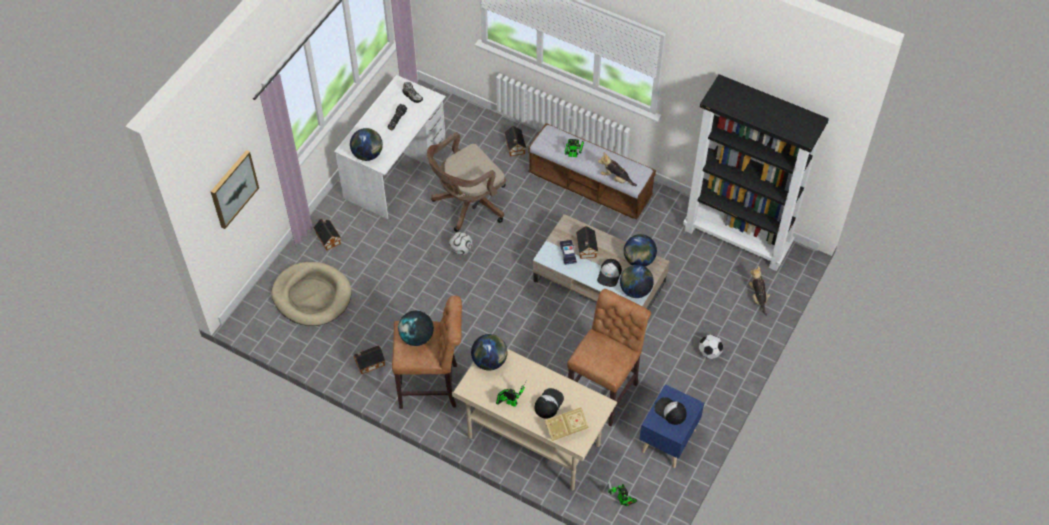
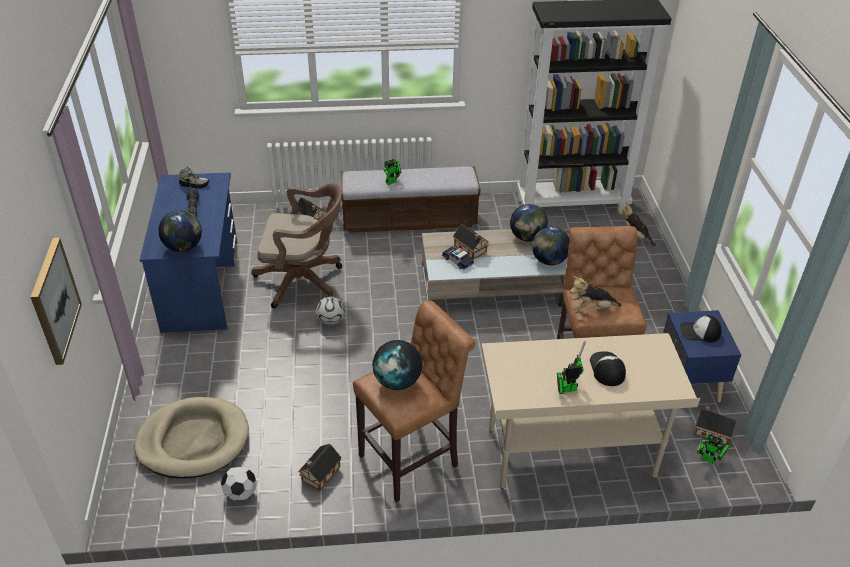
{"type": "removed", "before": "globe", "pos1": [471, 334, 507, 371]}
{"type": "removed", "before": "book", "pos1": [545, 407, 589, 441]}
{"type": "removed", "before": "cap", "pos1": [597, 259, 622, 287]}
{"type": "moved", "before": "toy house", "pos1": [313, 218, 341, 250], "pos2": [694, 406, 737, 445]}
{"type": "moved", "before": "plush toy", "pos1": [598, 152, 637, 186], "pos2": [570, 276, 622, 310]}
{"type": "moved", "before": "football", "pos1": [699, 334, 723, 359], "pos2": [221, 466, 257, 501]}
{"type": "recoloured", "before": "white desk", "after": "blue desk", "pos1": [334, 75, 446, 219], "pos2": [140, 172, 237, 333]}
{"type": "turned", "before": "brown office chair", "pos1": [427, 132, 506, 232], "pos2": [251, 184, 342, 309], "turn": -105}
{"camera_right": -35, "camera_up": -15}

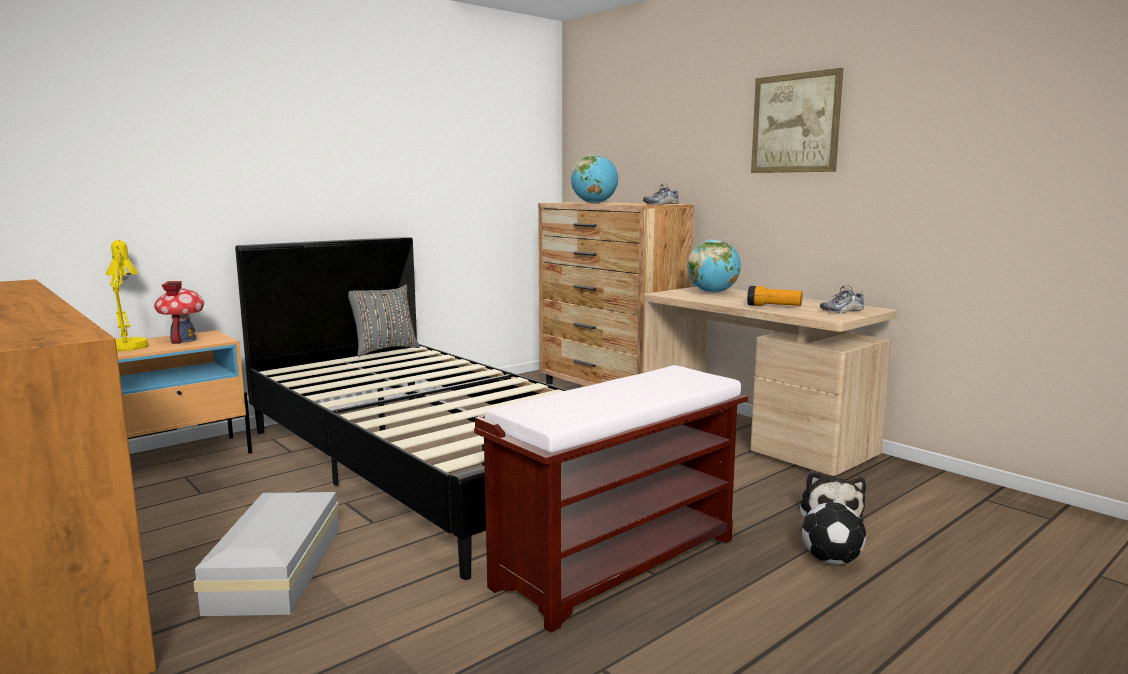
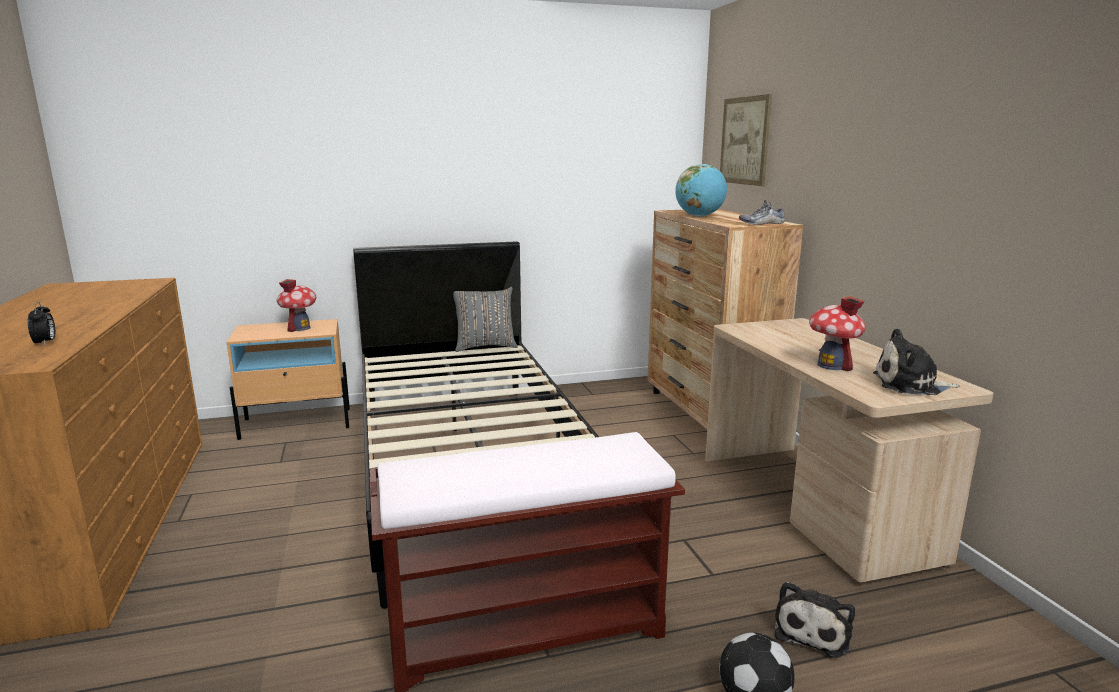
{"type": "removed", "before": "yellow table lamp", "pos1": [106, 240, 149, 352]}
{"type": "removed", "before": "white storage box", "pos1": [194, 492, 339, 616]}
{"type": "removed", "before": "globe", "pos1": [687, 239, 741, 293]}
{"type": "added", "after": "alarm clock", "pos2": [28, 302, 55, 346]}
{"type": "moved", "before": "picture", "pos1": [751, 68, 843, 173], "pos2": [720, 94, 772, 186]}
{"type": "replaced", "before": "flashlight", "after": "toy house", "pos1": [747, 286, 803, 306], "pos2": [809, 296, 865, 371]}
{"type": "replaced", "before": "shoe", "after": "plush toy", "pos1": [820, 285, 864, 313], "pos2": [873, 329, 960, 395]}
{"camera_right": 25, "camera_up": 5}

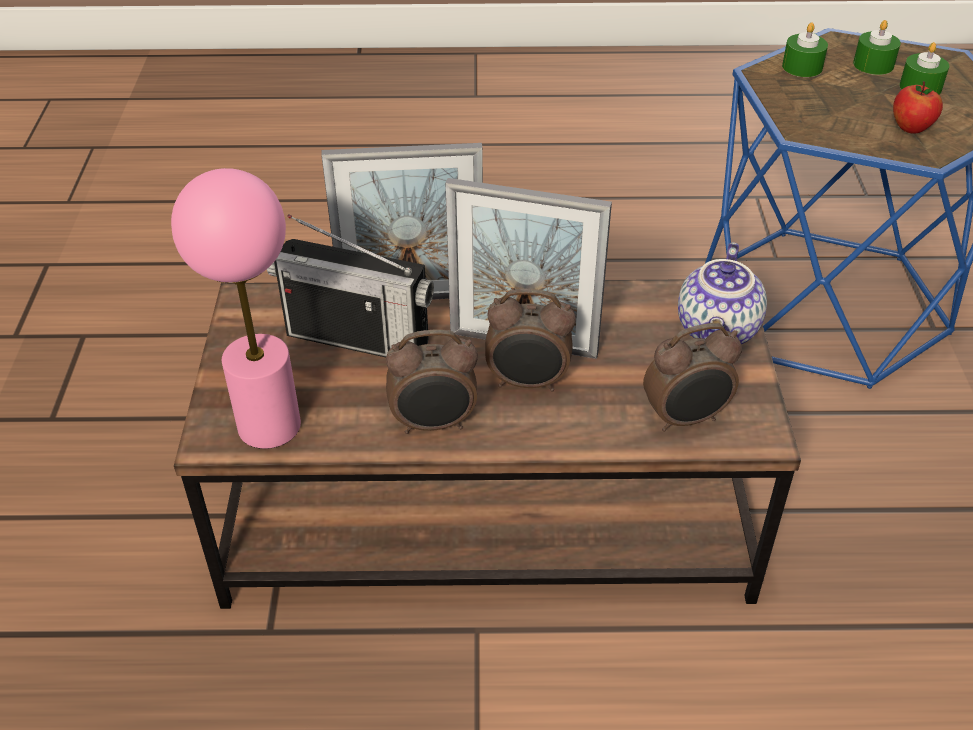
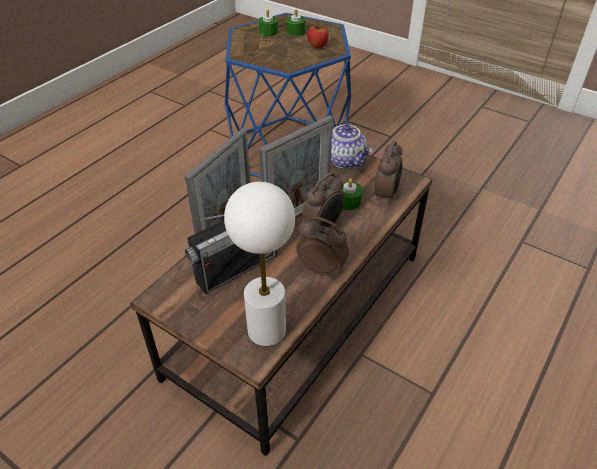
{"type": "moved", "before": "green candle", "pos1": [782, 22, 828, 77], "pos2": [340, 178, 363, 211]}
{"type": "recoloured", "before": "pink table lamp", "after": "white table lamp", "pos1": [171, 168, 301, 449], "pos2": [224, 182, 295, 346]}
{"type": "turned", "before": "alarm clock", "pos1": [386, 329, 478, 434], "pos2": [297, 216, 349, 279], "turn": -90}
{"camera_right": -55, "camera_up": 0}

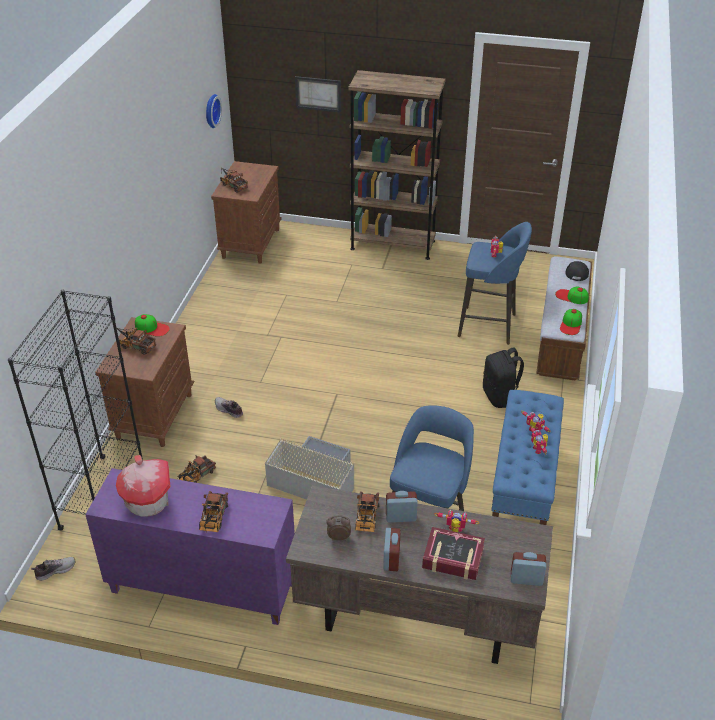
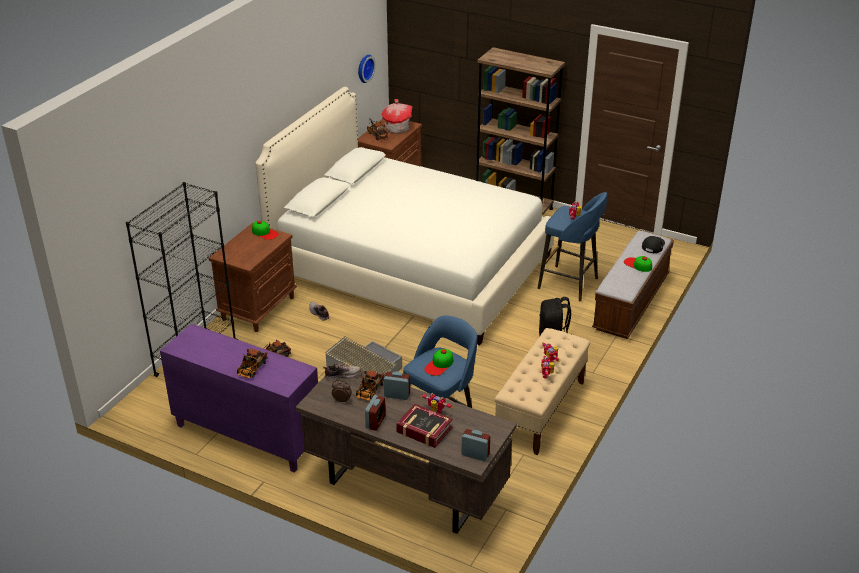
{"type": "removed", "before": "toy truck", "pos1": [117, 327, 156, 354]}
{"type": "removed", "before": "picture", "pos1": [295, 76, 341, 113]}
{"type": "added", "after": "white bed", "pos2": [256, 87, 554, 345]}
{"type": "moved", "before": "shoe", "pos1": [31, 557, 75, 581], "pos2": [323, 363, 361, 381]}
{"type": "moved", "before": "toy house", "pos1": [116, 455, 171, 517], "pos2": [382, 99, 412, 134]}
{"type": "moved", "before": "cap", "pos1": [560, 309, 582, 335], "pos2": [424, 349, 453, 376]}
{"type": "recoloured", "before": "blue bench", "after": "beige bench", "pos1": [491, 390, 564, 525], "pos2": [495, 328, 590, 455]}
{"camera_right": 15, "camera_up": -5}

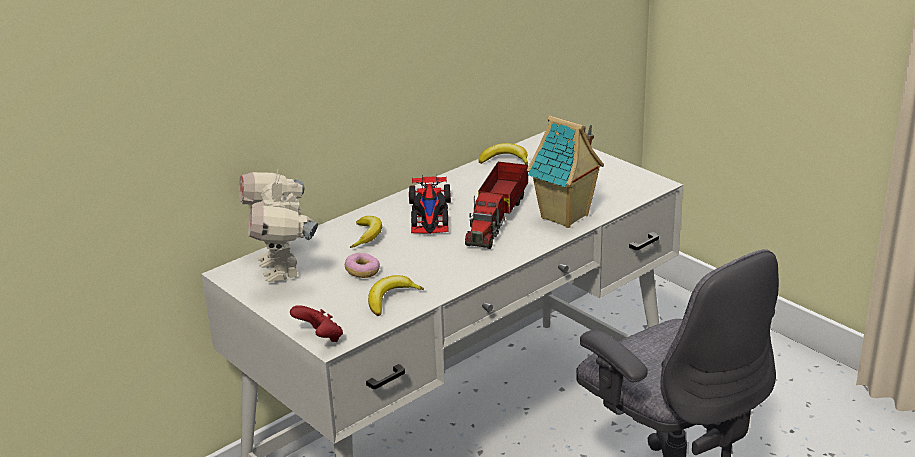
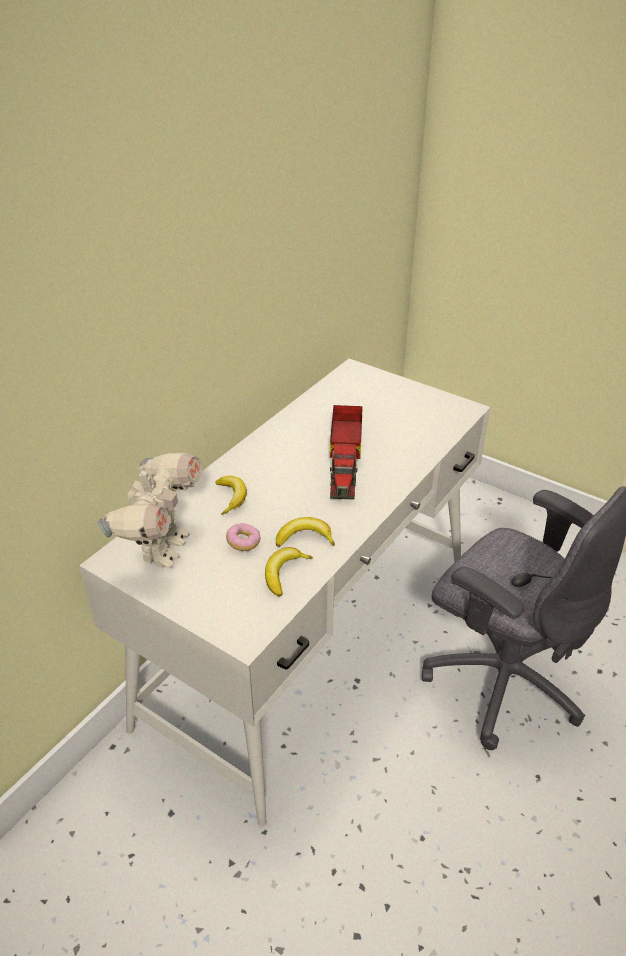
{"type": "removed", "before": "red game controller", "pos1": [290, 305, 343, 342]}
{"type": "removed", "before": "toy car", "pos1": [409, 176, 451, 234]}
{"type": "removed", "before": "toy house", "pos1": [527, 115, 604, 228]}
{"type": "moved", "before": "banana", "pos1": [479, 143, 528, 165], "pos2": [276, 517, 335, 547]}
{"type": "turned", "before": "toy robot", "pos1": [239, 170, 318, 282], "pos2": [97, 453, 202, 568], "turn": -135}
{"camera_right": -15, "camera_up": 10}

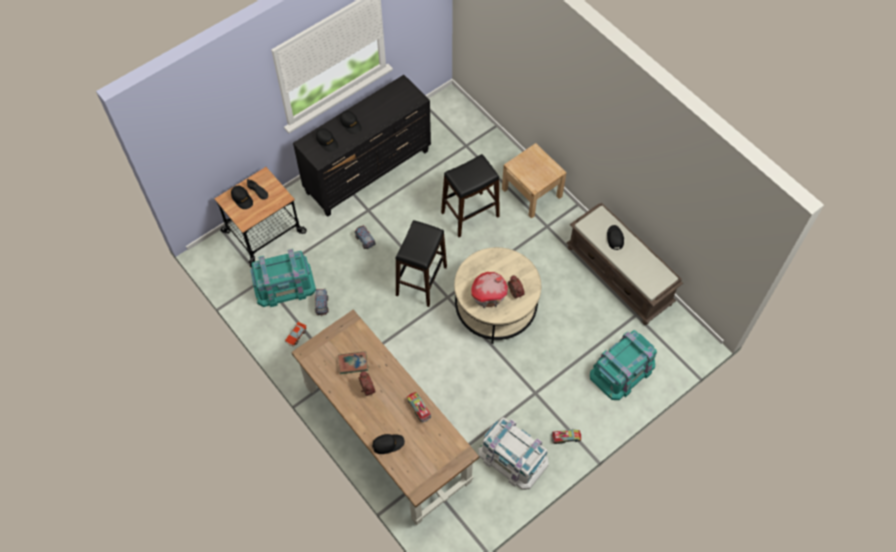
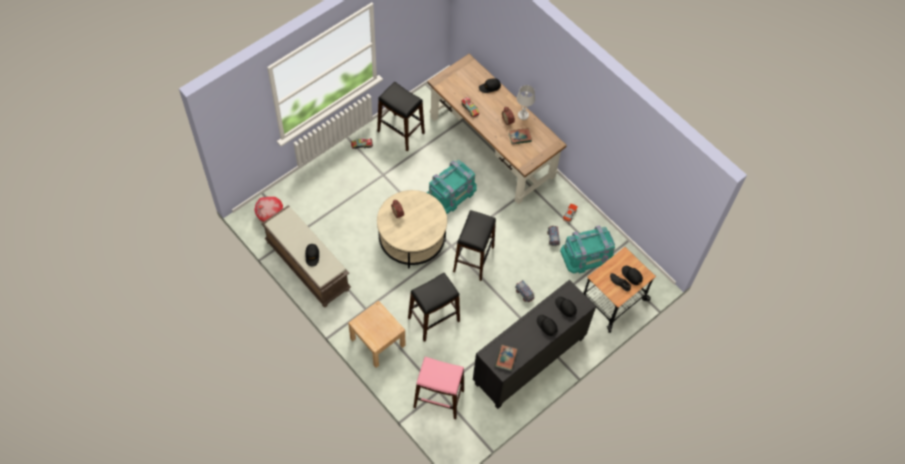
{"type": "added", "after": "pink stool", "pos2": [413, 357, 464, 419]}
{"type": "added", "after": "book", "pos2": [495, 345, 518, 371]}
{"type": "added", "after": "white table lamp", "pos2": [517, 85, 535, 120]}
{"type": "moved", "before": "toy house", "pos1": [471, 272, 508, 308], "pos2": [254, 197, 283, 223]}
{"type": "moved", "before": "turquoise storage box", "pos1": [590, 330, 657, 400], "pos2": [427, 160, 477, 214]}
{"type": "replaced", "before": "white storage box", "after": "black stool", "pos1": [478, 417, 549, 490], "pos2": [377, 82, 425, 152]}
{"camera_right": 175, "camera_up": 0}

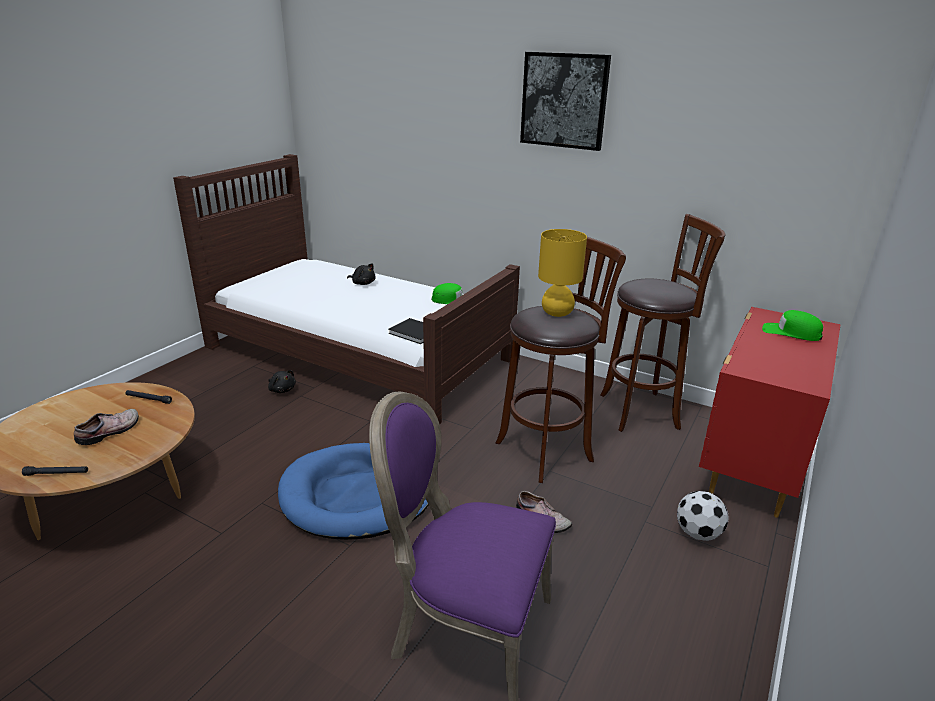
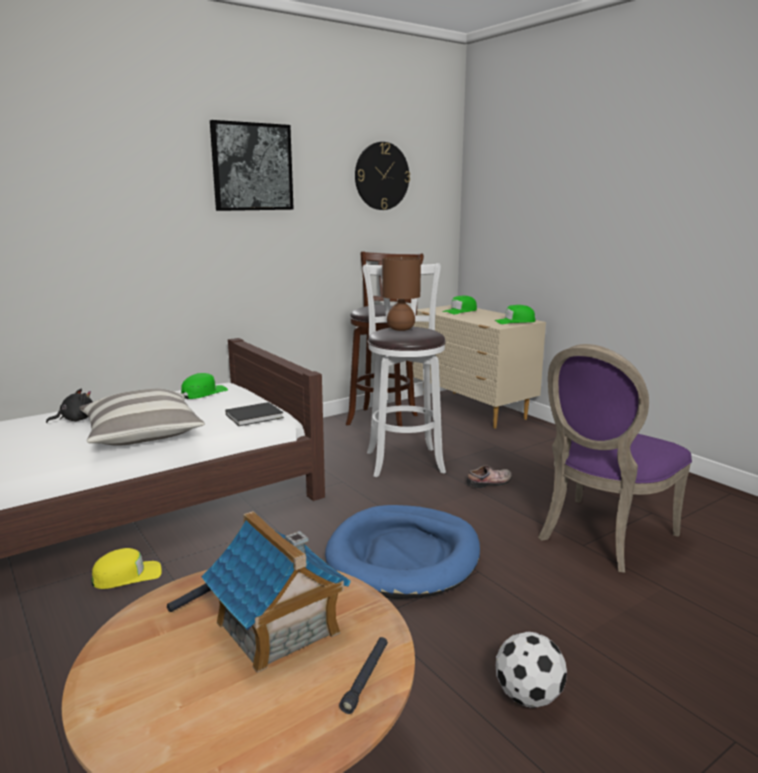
{"type": "added", "after": "pillow", "pos2": [79, 388, 205, 446]}
{"type": "added", "after": "wall clock", "pos2": [355, 142, 410, 210]}
{"type": "added", "after": "green cap", "pos2": [494, 305, 536, 324]}
{"type": "moved", "before": "football", "pos1": [677, 491, 729, 541], "pos2": [496, 632, 567, 708]}
{"type": "replaced", "before": "shoe", "after": "toy house", "pos1": [74, 409, 139, 445], "pos2": [201, 511, 351, 673]}
{"type": "replaced", "before": "black plush toy", "after": "yellow cap", "pos1": [268, 370, 296, 393], "pos2": [92, 548, 162, 589]}
{"type": "recoloured", "before": "brown stool", "after": "white stool", "pos1": [495, 237, 626, 483], "pos2": [363, 263, 446, 477]}
{"type": "recoloured", "before": "yellow table lamp", "after": "brown table lamp", "pos1": [538, 229, 587, 317], "pos2": [382, 256, 421, 331]}
{"type": "recoloured", "before": "red dresser", "after": "beige dresser", "pos1": [699, 307, 841, 518], "pos2": [413, 305, 546, 428]}
{"camera_right": -65, "camera_up": -10}

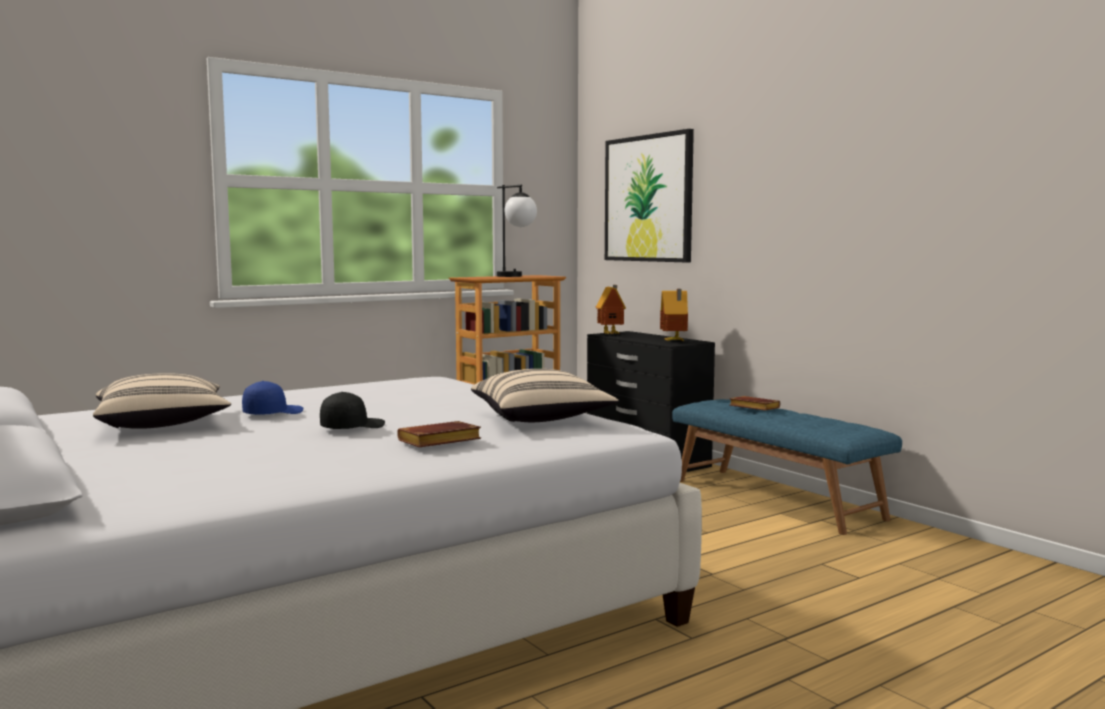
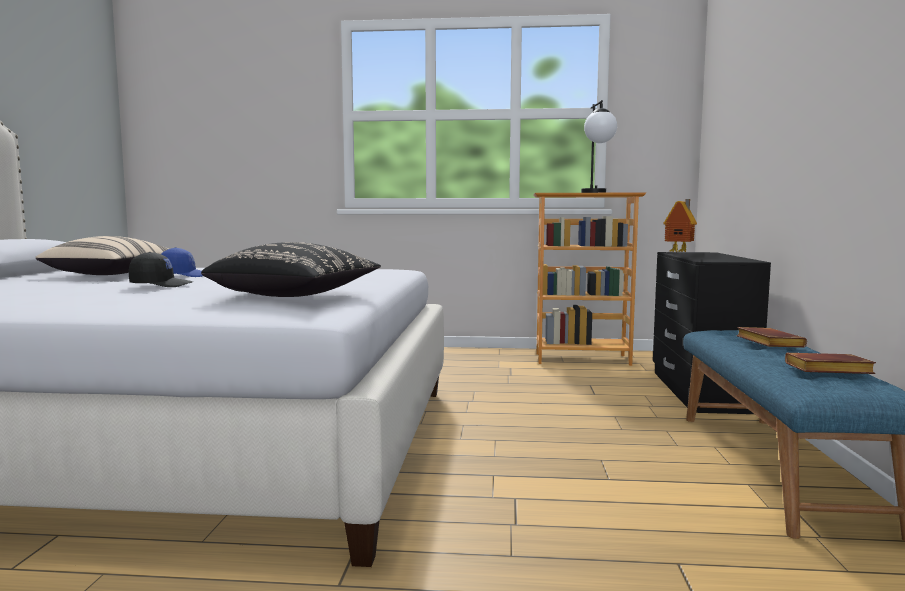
{"type": "removed", "before": "picture", "pos1": [605, 129, 694, 262]}
{"type": "removed", "before": "toy house", "pos1": [660, 289, 688, 342]}
{"type": "moved", "before": "brown book", "pos1": [397, 421, 481, 447], "pos2": [785, 352, 876, 374]}
{"type": "recoloured", "before": "beige pillow", "after": "black pillow", "pos1": [471, 369, 619, 422], "pos2": [201, 242, 381, 297]}
{"camera_right": 40, "camera_up": 0}

